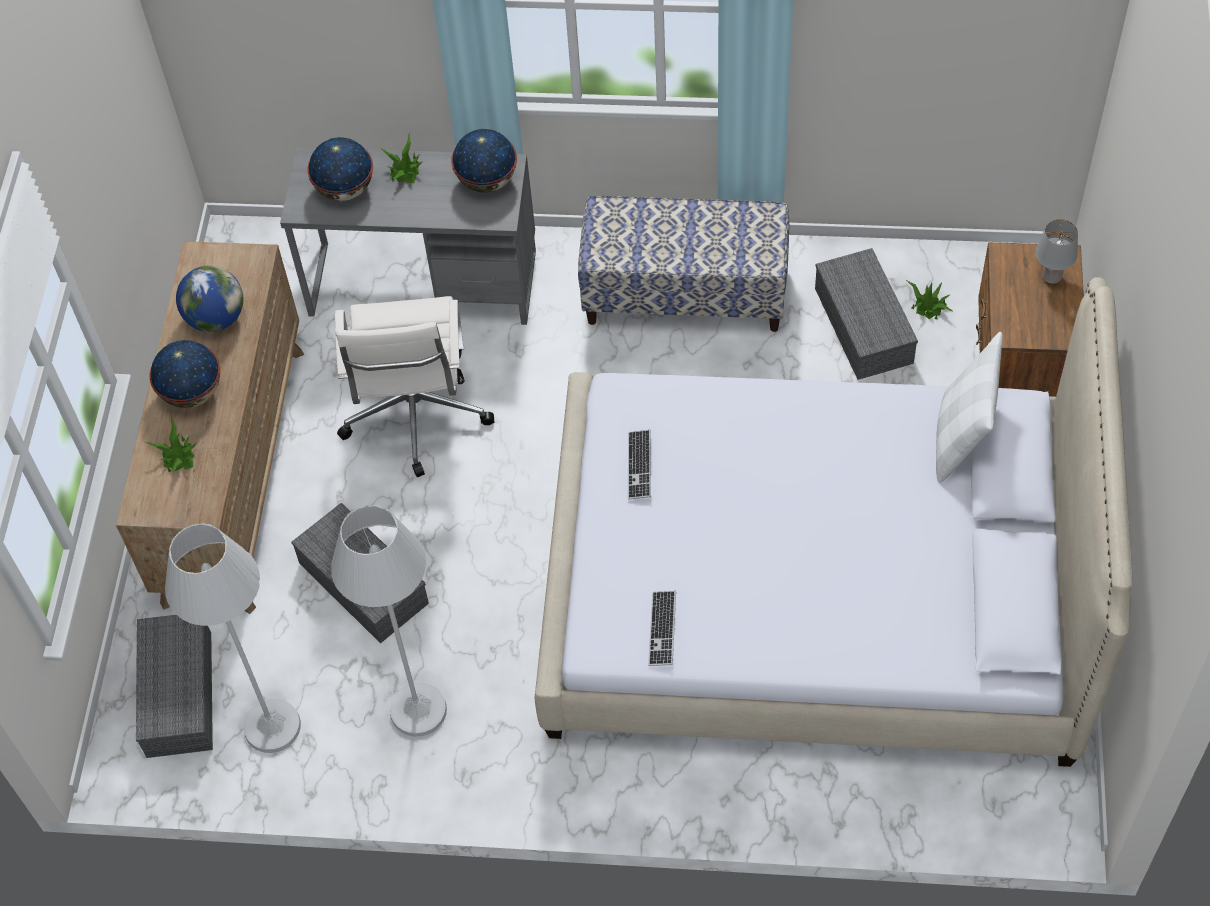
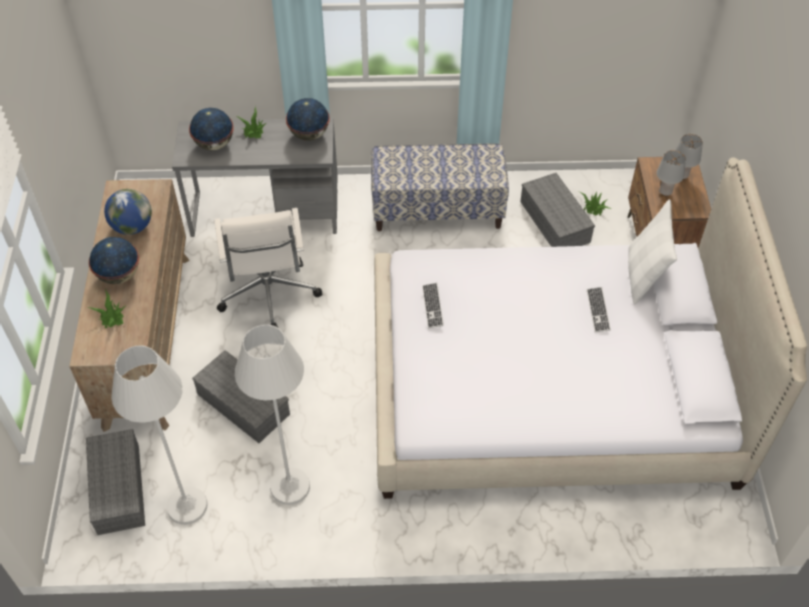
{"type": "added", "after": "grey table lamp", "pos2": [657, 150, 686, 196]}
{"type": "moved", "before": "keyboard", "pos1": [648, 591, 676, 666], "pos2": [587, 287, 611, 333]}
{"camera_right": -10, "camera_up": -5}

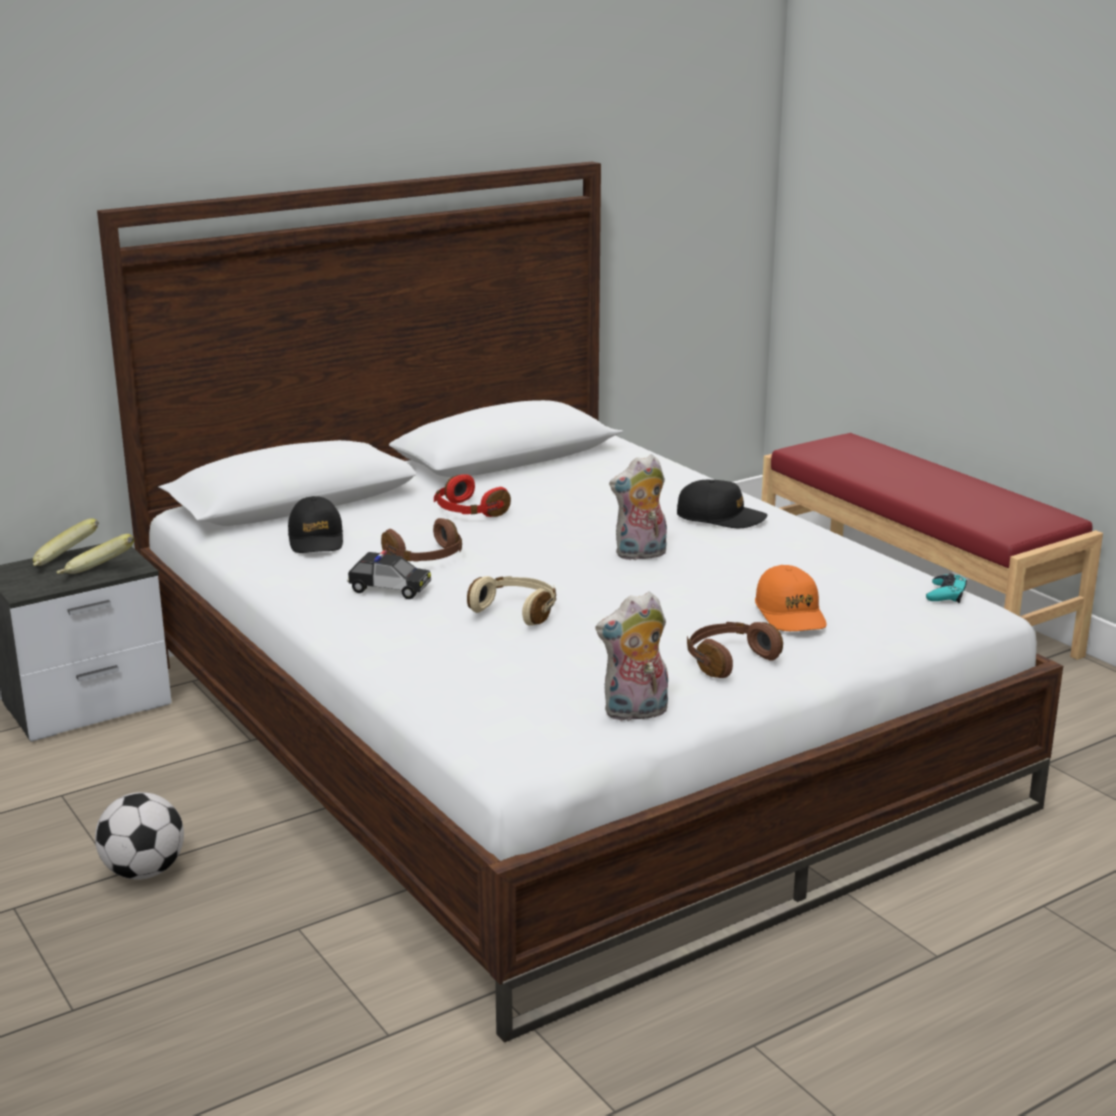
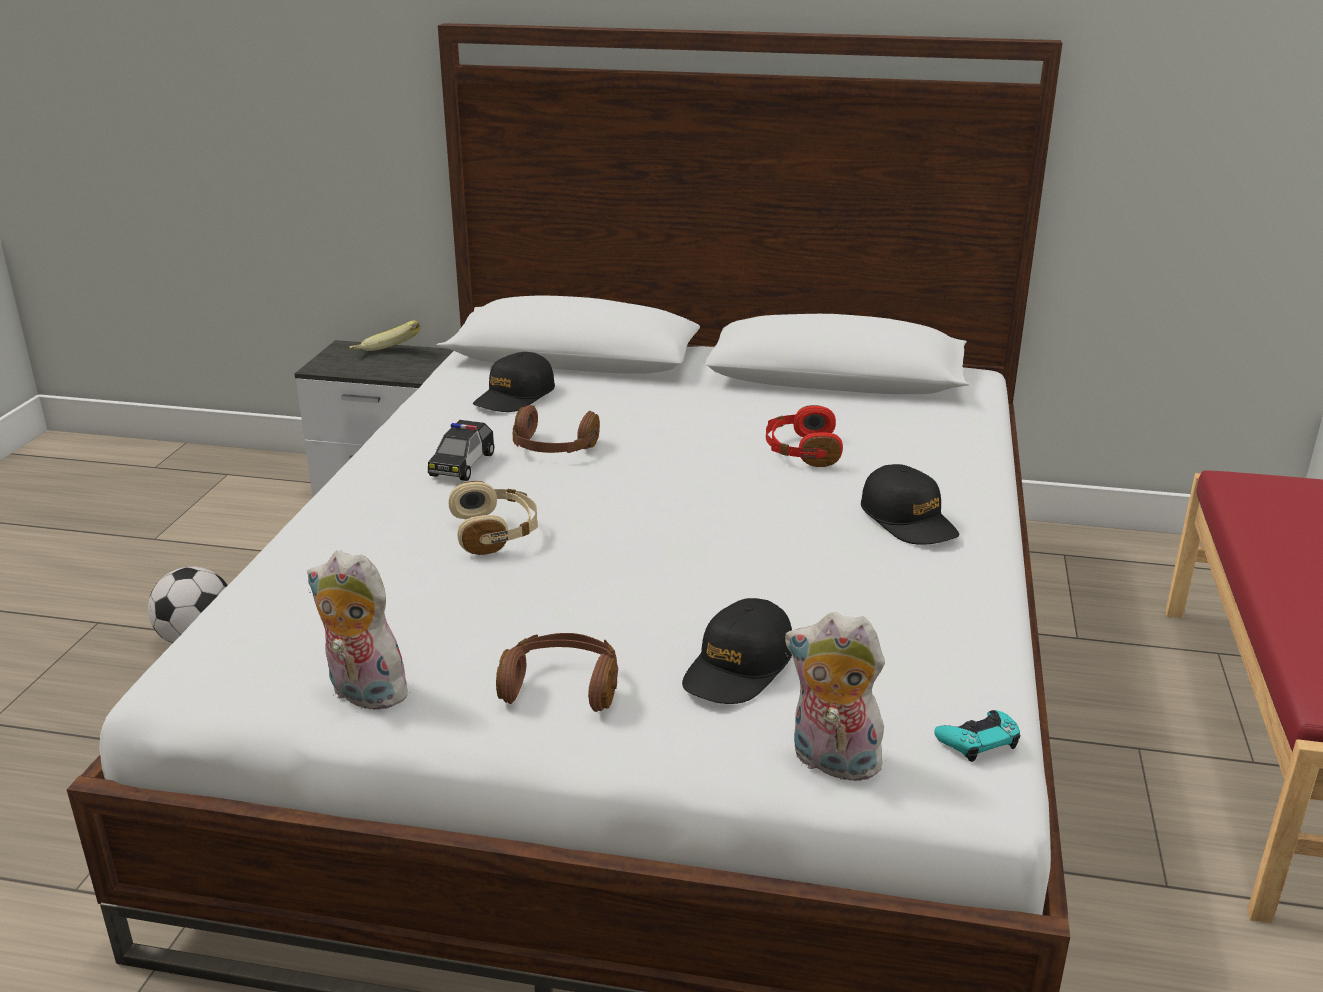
{"type": "removed", "before": "banana", "pos1": [57, 534, 134, 574]}
{"type": "moved", "before": "red headphones", "pos1": [434, 474, 511, 517], "pos2": [766, 405, 843, 467]}
{"type": "moved", "before": "plush toy", "pos1": [609, 454, 667, 561], "pos2": [785, 612, 886, 781]}
{"type": "recoloured", "before": "orange cap", "after": "black cap", "pos1": [755, 565, 827, 631], "pos2": [682, 598, 792, 704]}
{"type": "turned", "before": "toy car", "pos1": [347, 550, 431, 599], "pos2": [428, 420, 494, 481], "turn": 45}
{"camera_right": 45, "camera_up": 5}

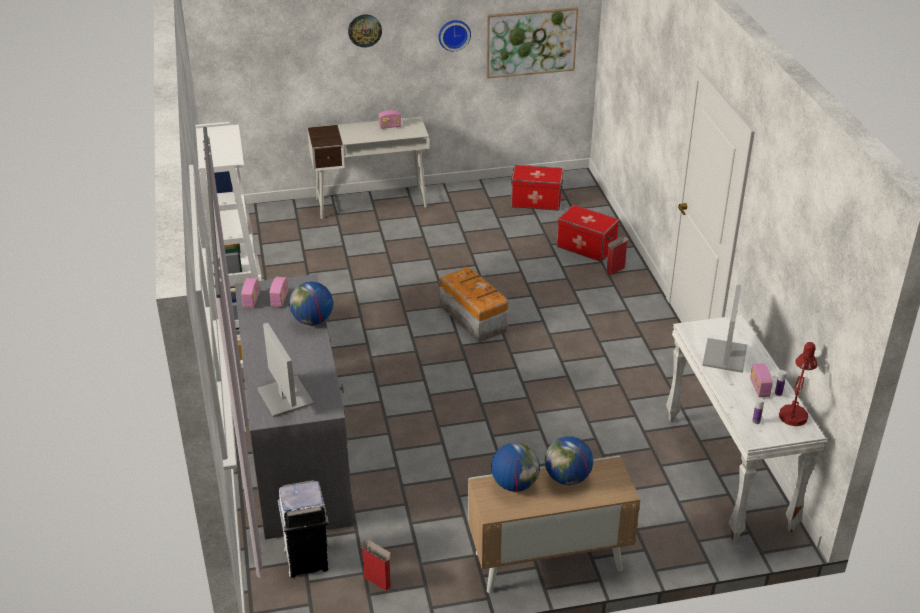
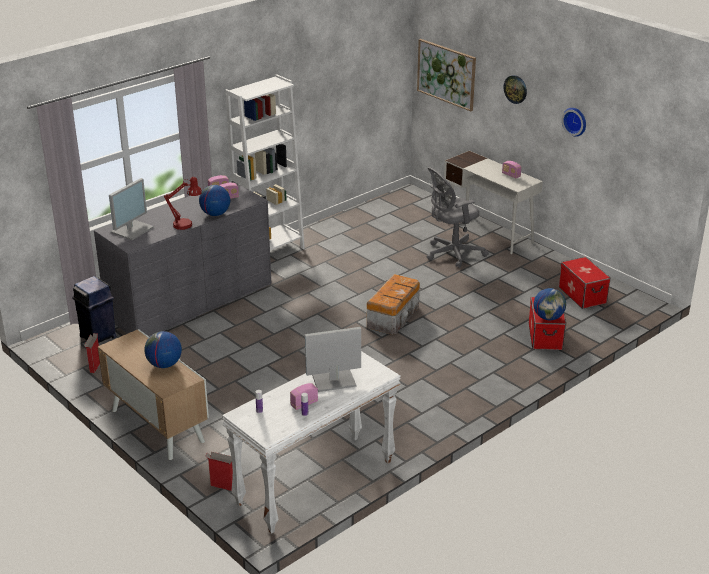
{"type": "added", "after": "grey office chair", "pos2": [427, 167, 489, 268]}
{"type": "moved", "before": "picture", "pos1": [487, 7, 578, 79], "pos2": [417, 39, 476, 111]}
{"type": "moved", "before": "globe", "pos1": [491, 442, 540, 492], "pos2": [534, 288, 566, 320]}
{"type": "moved", "before": "cardboard box", "pos1": [606, 237, 629, 276], "pos2": [205, 452, 233, 491]}
{"type": "moved", "before": "red table lamp", "pos1": [779, 342, 818, 426], "pos2": [164, 177, 202, 230]}
{"type": "recoloured", "before": "white trash can", "after": "blue trash can", "pos1": [278, 480, 329, 578], "pos2": [72, 276, 117, 343]}
{"camera_right": 60, "camera_up": -5}

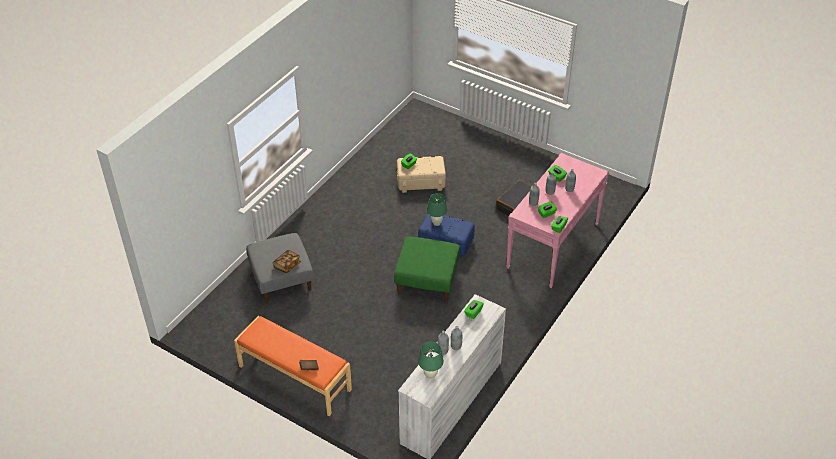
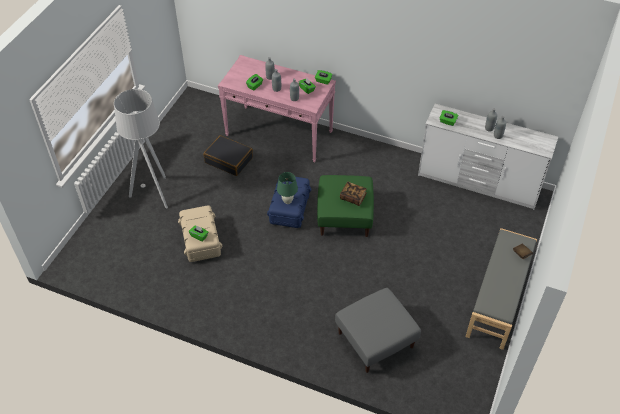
{"type": "removed", "before": "green table lamp", "pos1": [418, 342, 444, 379]}
{"type": "added", "after": "grey floor lamp", "pos2": [114, 89, 168, 209]}
{"type": "moved", "before": "book", "pos1": [273, 250, 301, 273], "pos2": [340, 182, 367, 206]}
{"type": "recoloured", "before": "orange bench", "after": "grey bench", "pos1": [234, 316, 352, 416], "pos2": [465, 228, 537, 350]}
{"camera_right": -100, "camera_up": 5}

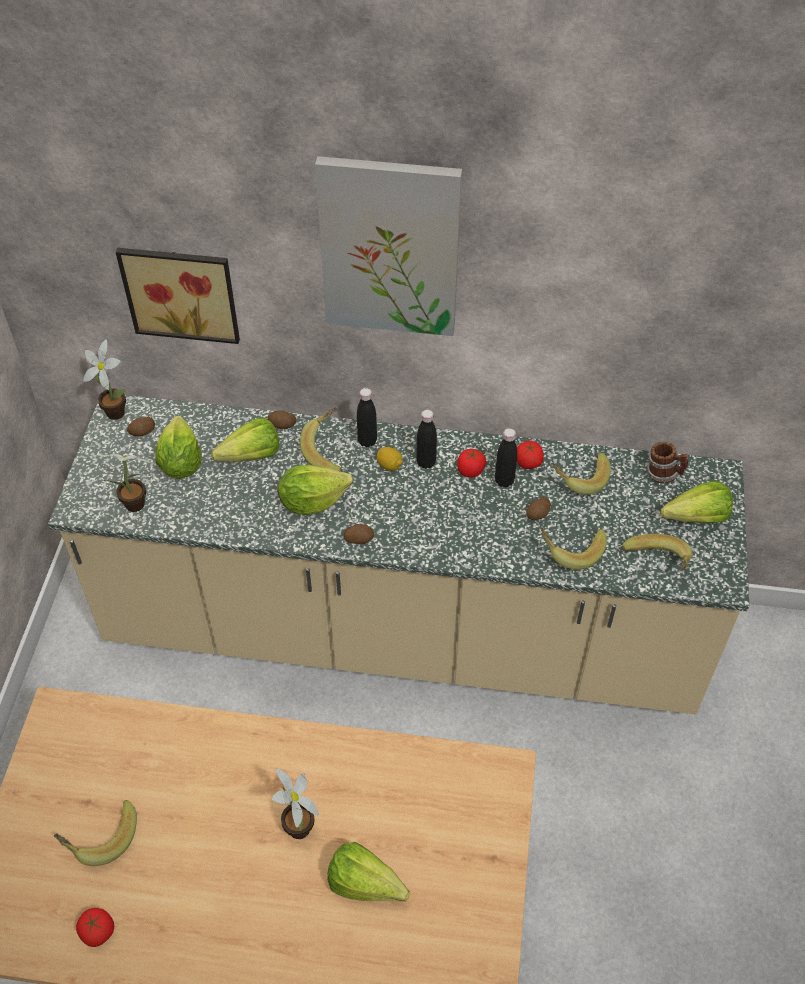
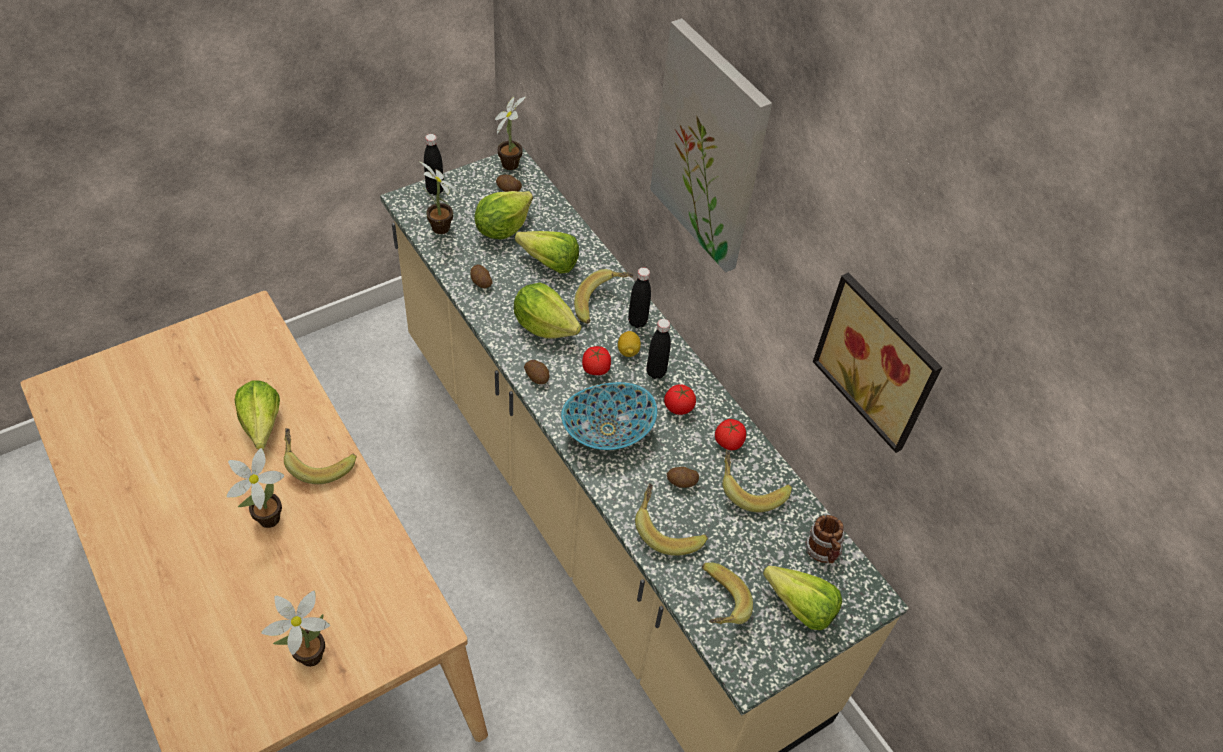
{"type": "added", "after": "potted plant", "pos2": [261, 591, 330, 667]}
{"type": "added", "after": "bowl", "pos2": [561, 382, 657, 450]}
{"type": "moved", "before": "banana", "pos1": [54, 800, 137, 866], "pos2": [284, 428, 357, 484]}
{"type": "moved", "before": "tomato", "pos1": [76, 908, 114, 947], "pos2": [582, 346, 611, 375]}
{"type": "moved", "before": "picture", "pos1": [116, 248, 240, 344], "pos2": [813, 273, 942, 453]}
{"type": "moved", "before": "potato", "pos1": [268, 410, 296, 429], "pos2": [470, 265, 493, 288]}
{"type": "moved", "before": "lettuce", "pos1": [327, 842, 410, 902], "pos2": [235, 380, 280, 450]}
{"type": "moved", "before": "black bottle", "pos1": [495, 428, 517, 487], "pos2": [424, 134, 444, 195]}
{"camera_right": 45, "camera_up": 0}

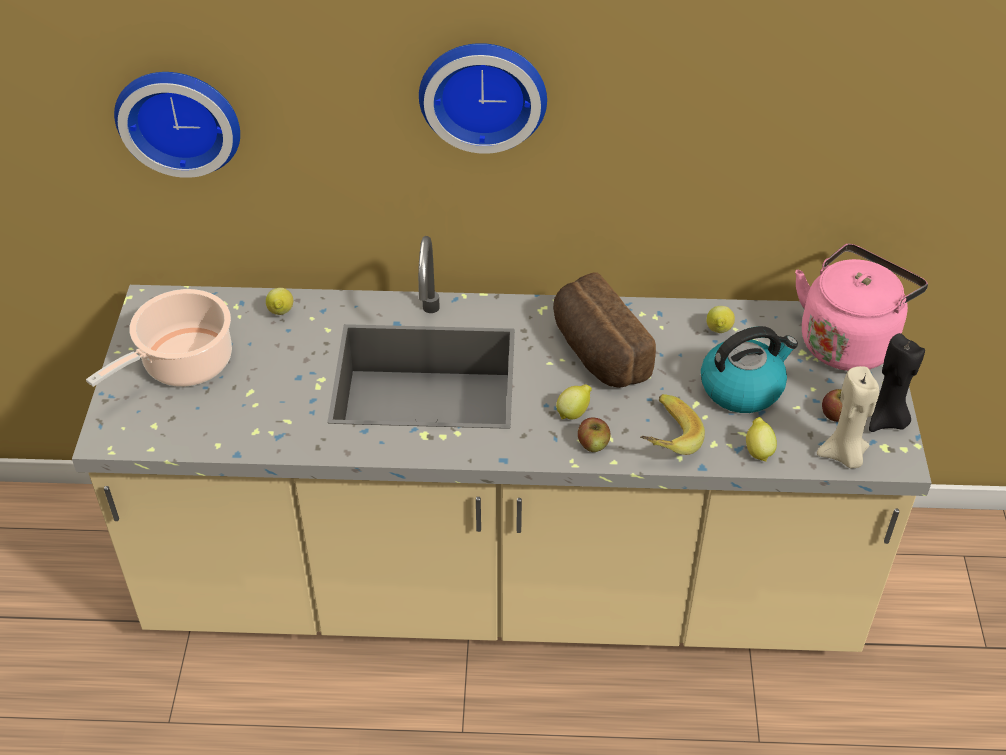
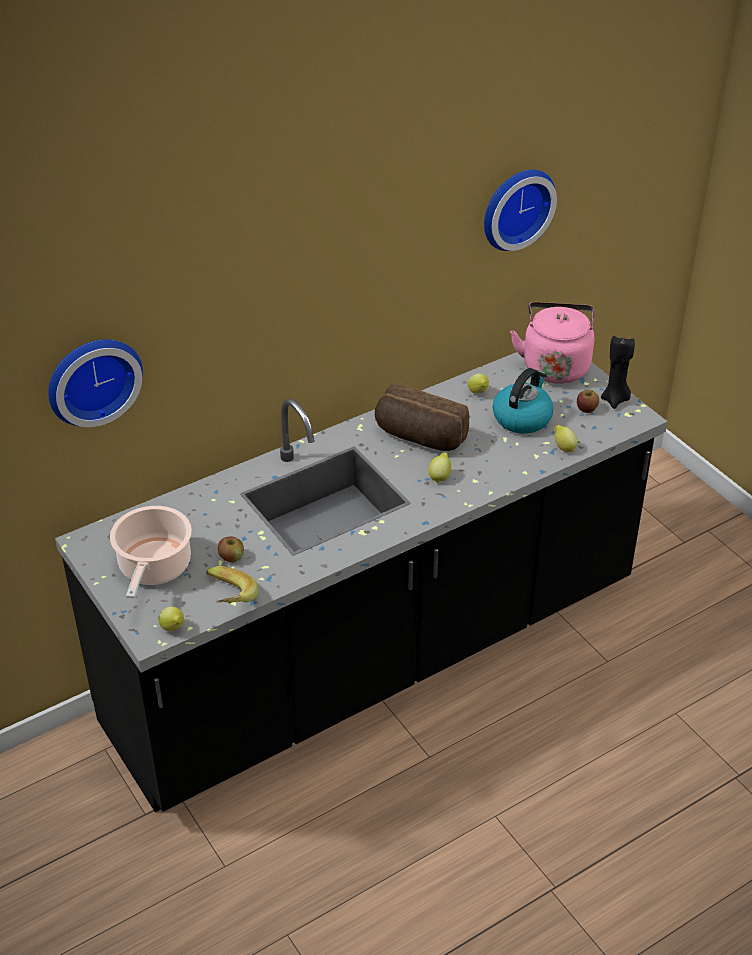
{"type": "removed", "before": "beige candle", "pos1": [817, 366, 879, 468]}
{"type": "moved", "before": "lemon", "pos1": [266, 288, 293, 315], "pos2": [158, 606, 184, 631]}
{"type": "moved", "before": "wall clock", "pos1": [419, 43, 547, 154], "pos2": [484, 170, 557, 251]}
{"type": "moved", "before": "apple", "pos1": [578, 418, 610, 452], "pos2": [218, 536, 244, 562]}
{"type": "moved", "before": "banana", "pos1": [641, 394, 705, 455], "pos2": [206, 566, 259, 604]}
{"type": "recoloured", "before": "beige counter", "after": "black counter", "pos1": [72, 236, 931, 652], "pos2": [55, 352, 668, 812]}
{"camera_right": -35, "camera_up": -5}

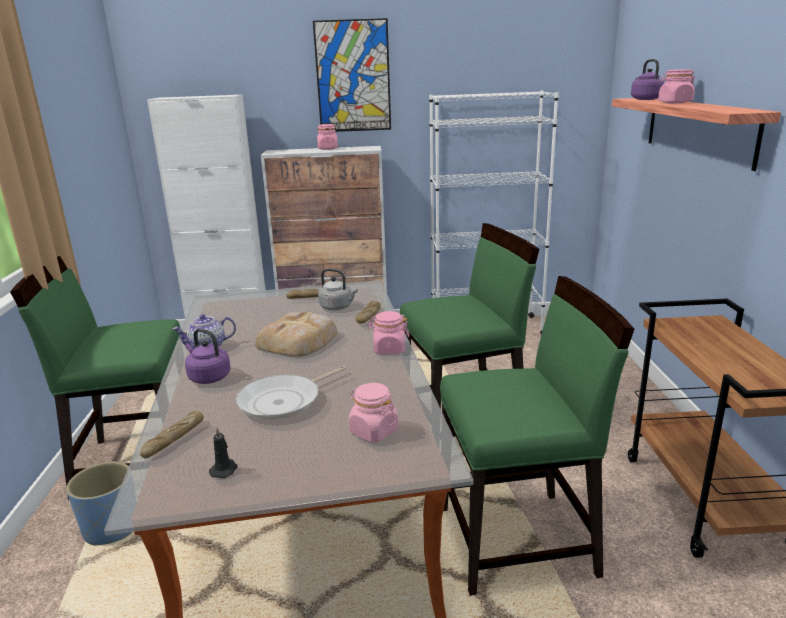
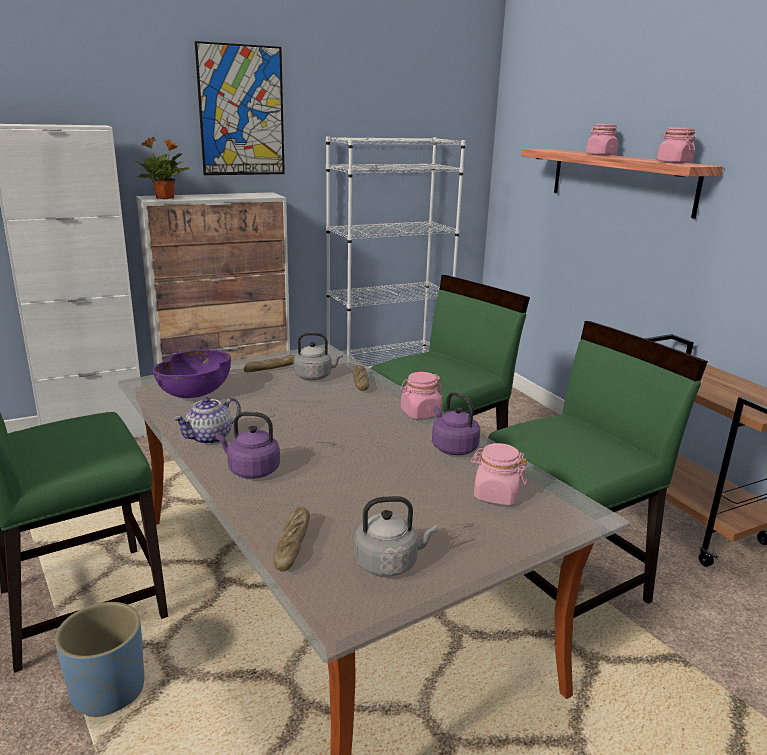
{"type": "removed", "before": "frying pan", "pos1": [236, 366, 346, 420]}
{"type": "removed", "before": "bread", "pos1": [255, 312, 337, 357]}
{"type": "added", "after": "potted plant", "pos2": [134, 137, 190, 199]}
{"type": "added", "after": "purple bowl", "pos2": [153, 349, 231, 398]}
{"type": "moved", "before": "pink jar", "pos1": [317, 124, 338, 150], "pos2": [657, 127, 696, 164]}
{"type": "moved", "before": "purple kettle", "pos1": [631, 59, 664, 100], "pos2": [432, 392, 480, 455]}
{"type": "replaced", "before": "black candle", "after": "grey kettle", "pos1": [209, 428, 238, 478], "pos2": [354, 496, 438, 577]}
{"camera_right": -25, "camera_up": 0}

